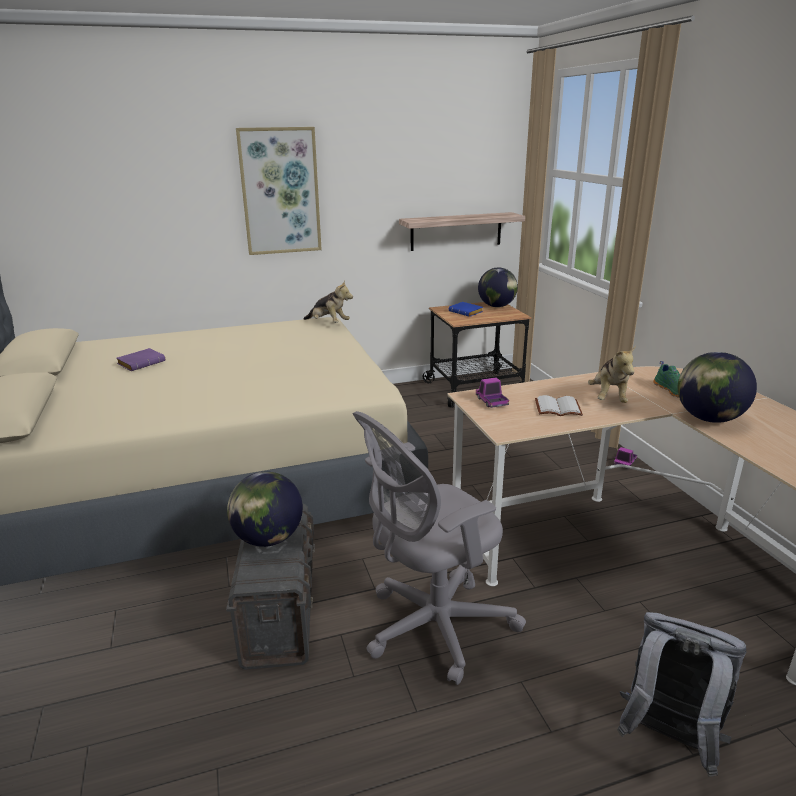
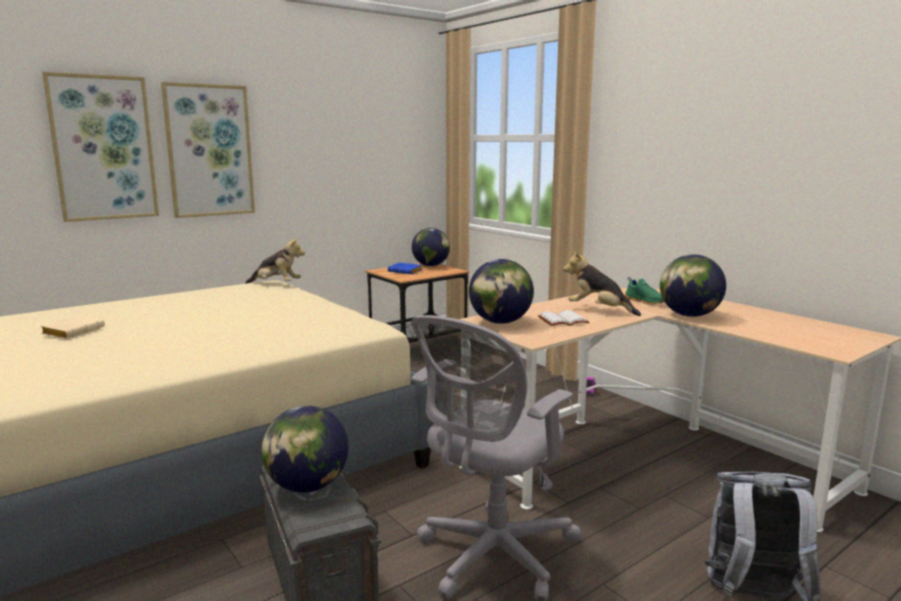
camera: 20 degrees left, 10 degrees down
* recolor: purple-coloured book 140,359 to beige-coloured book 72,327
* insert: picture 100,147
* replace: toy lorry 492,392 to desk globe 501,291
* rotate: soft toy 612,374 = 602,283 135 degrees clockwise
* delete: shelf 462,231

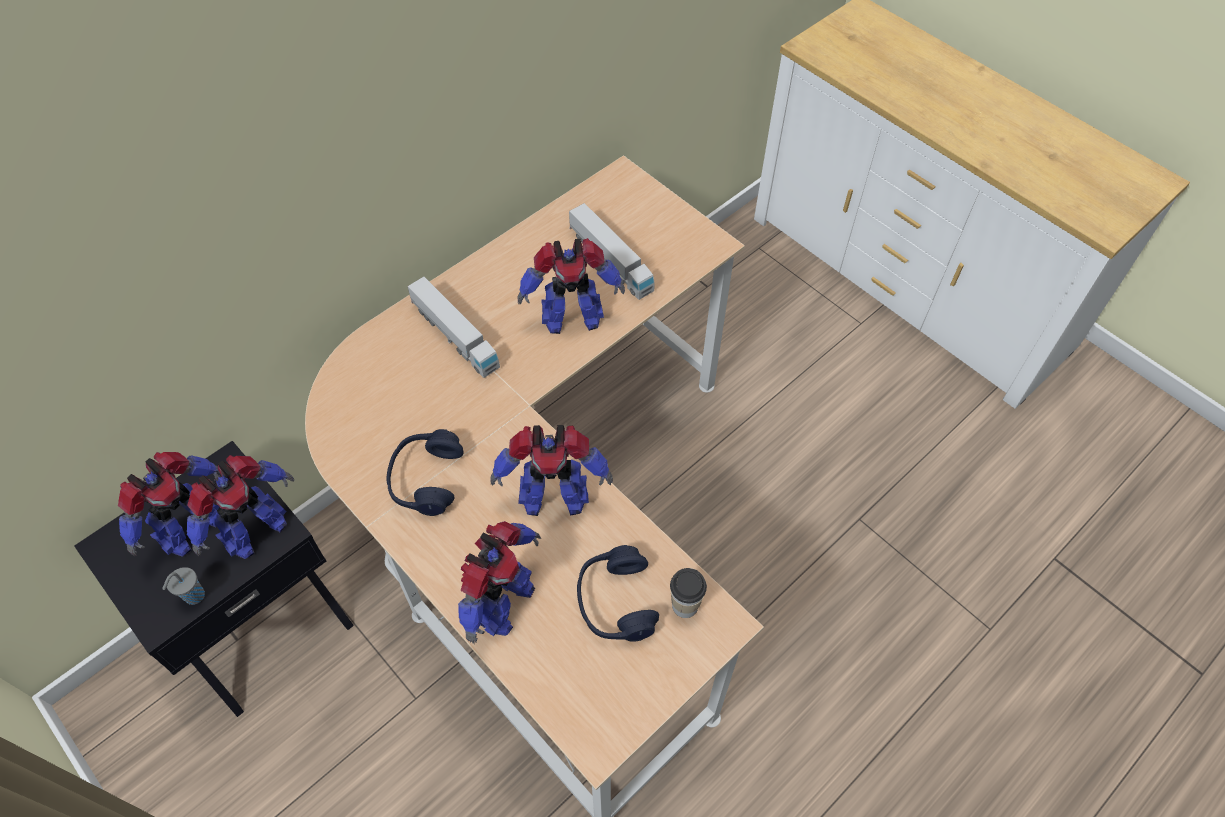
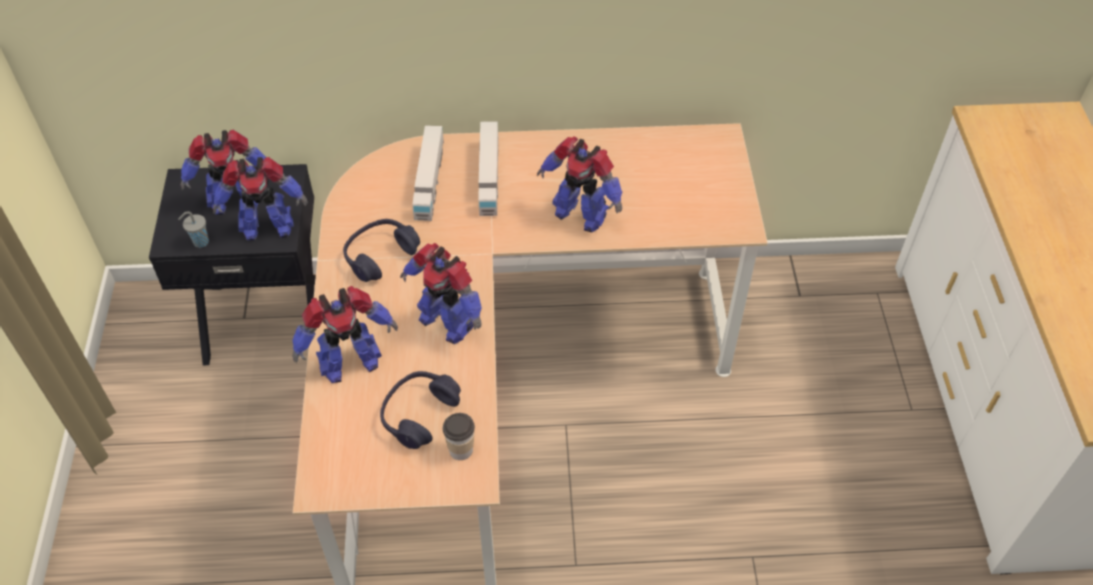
camera: 40 degrees right, 5 degrees down
* move: toy lorry 611,251 to 428,173

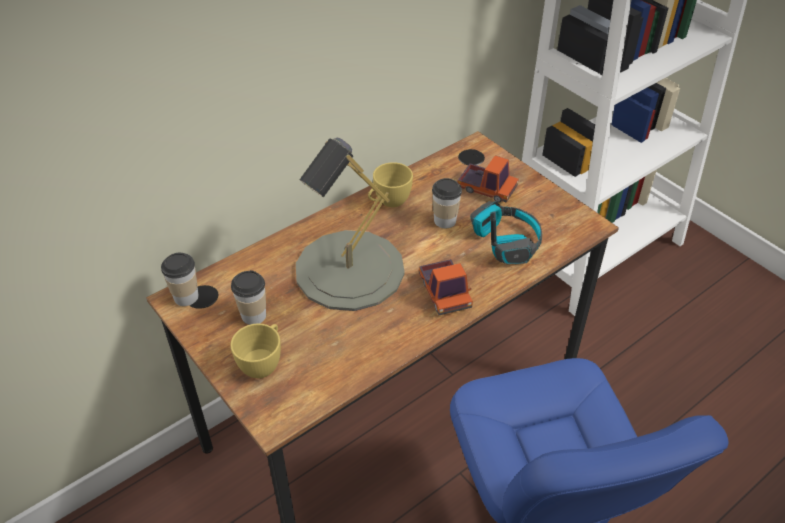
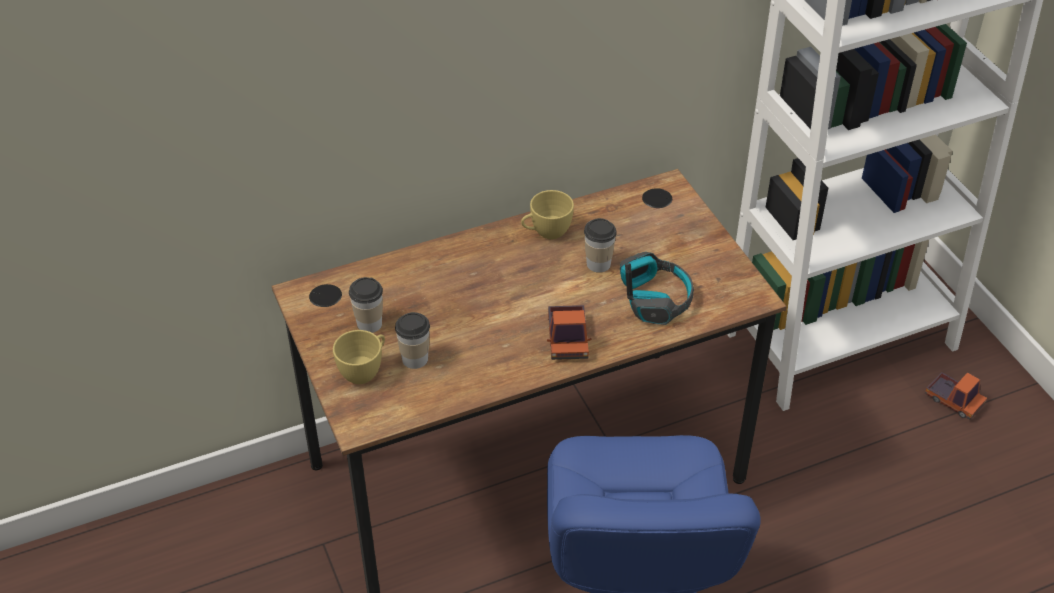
camera: 15 degrees right, 0 degrees up
* move: drinking cup 180,279 to 412,340
* move: toy lorry 488,179 to 956,396
* delete: gray table lamp 350,224

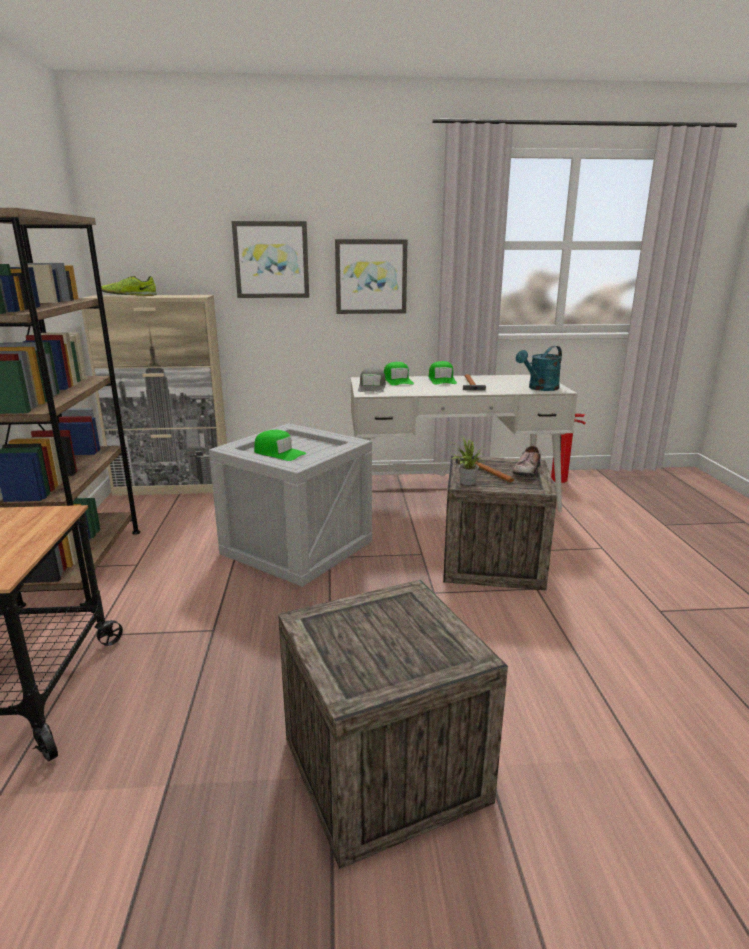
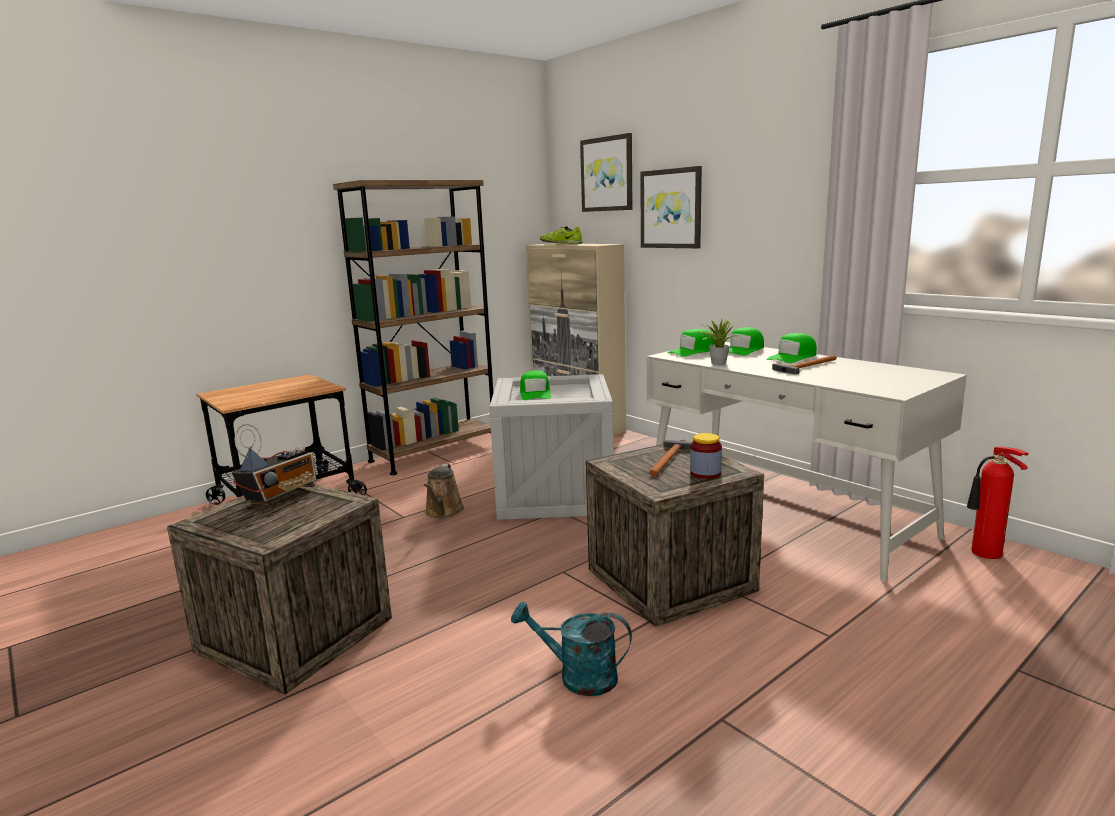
camera: 55 degrees right, 5 degrees down
* insert: radio receiver 274,465
* insert: brown watering pot 444,491
* move: blue-green watering pot 539,368 to 571,649
* move: picture 371,276 to 606,172
* recolor: gray peaked cap 372,380 to greenish peaked cap 691,343
* replace: low shoe 526,462 to preserve jar 706,456
* move: houseplant 468,461 to 716,342

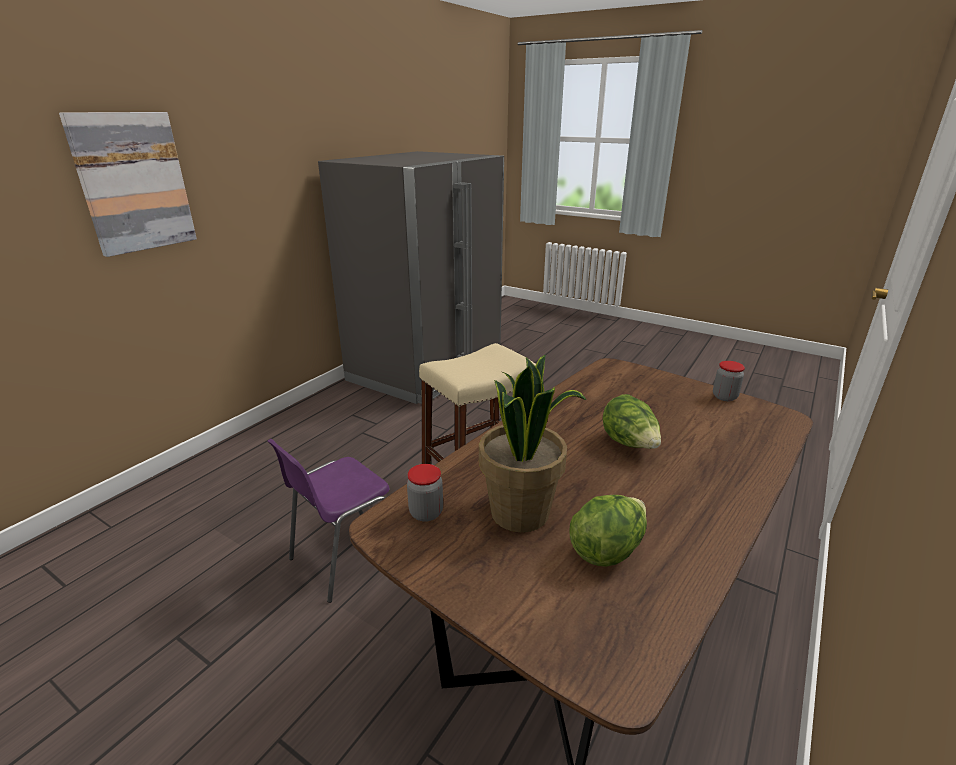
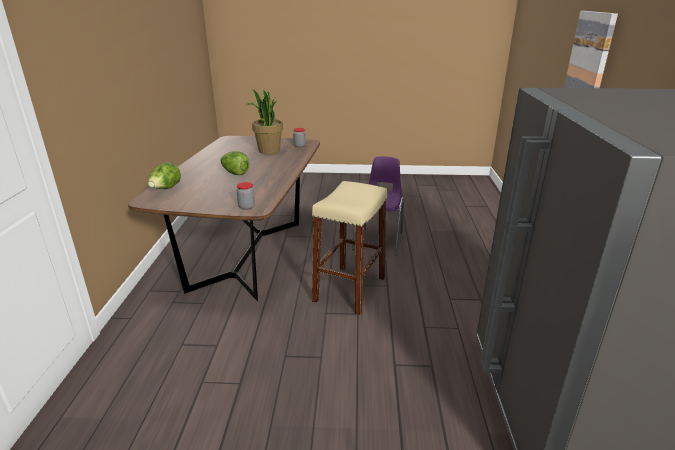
camera: 150 degrees right, 0 degrees up
* move: head of lettuce 608,531 to 164,175
* move: preserve jar 729,381 to 246,196

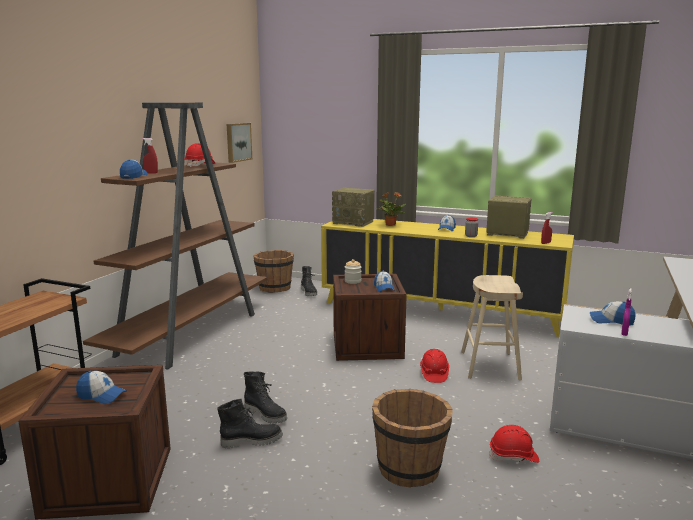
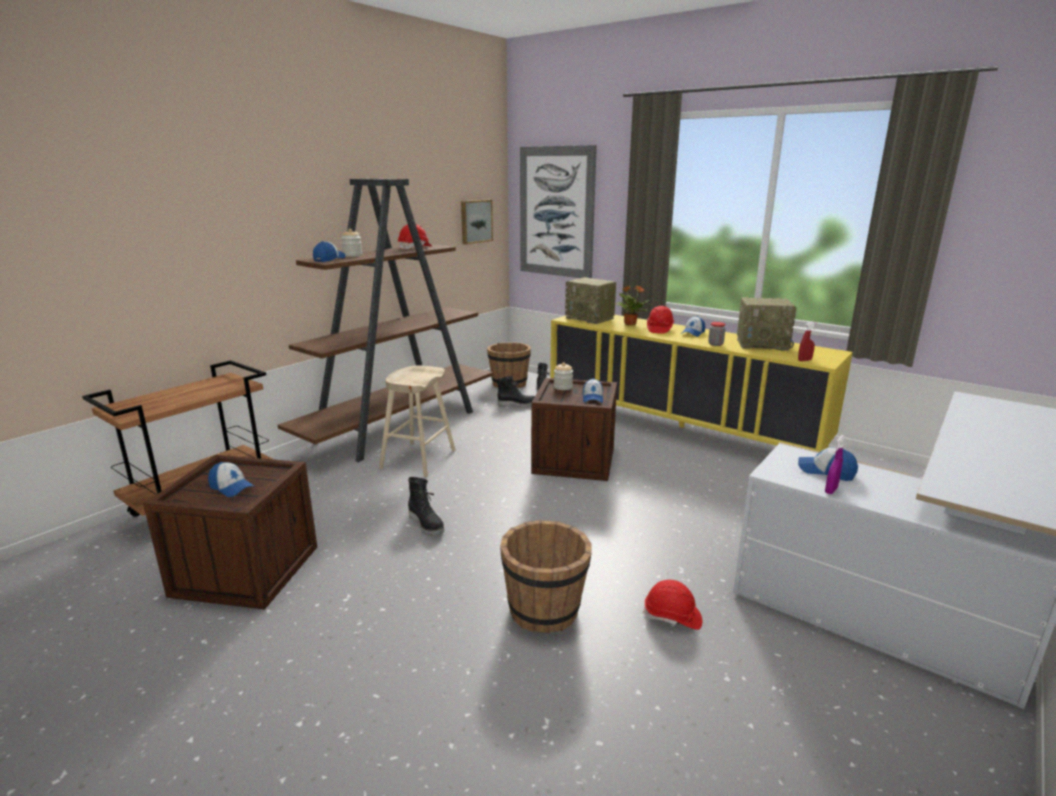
camera: 15 degrees right, 5 degrees up
* replace: red sprayer 150,155 to preserve jar 351,243
* move: beige-coloured stool 492,328 to 417,421
* move: blackish high-top boot 250,423 to 516,392
* insert: picture 558,211
* move: red work helmet 434,366 to 660,320
* rotate: radio receiver 509,217 = 766,324 150 degrees clockwise

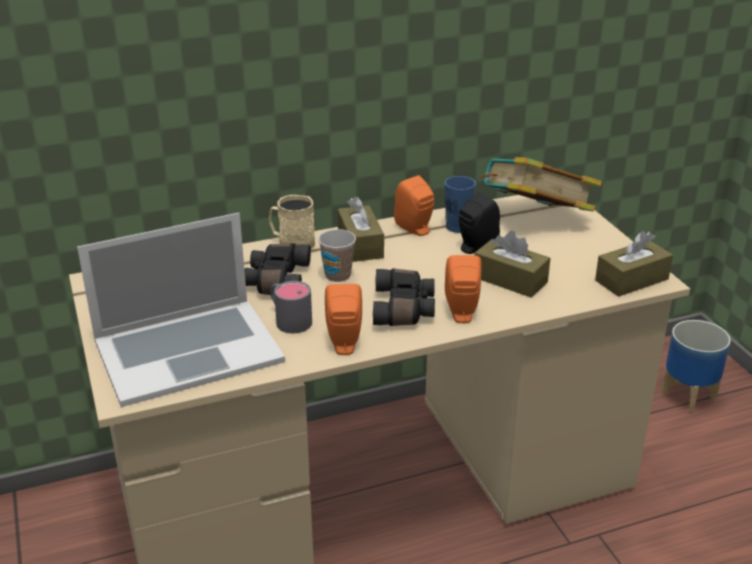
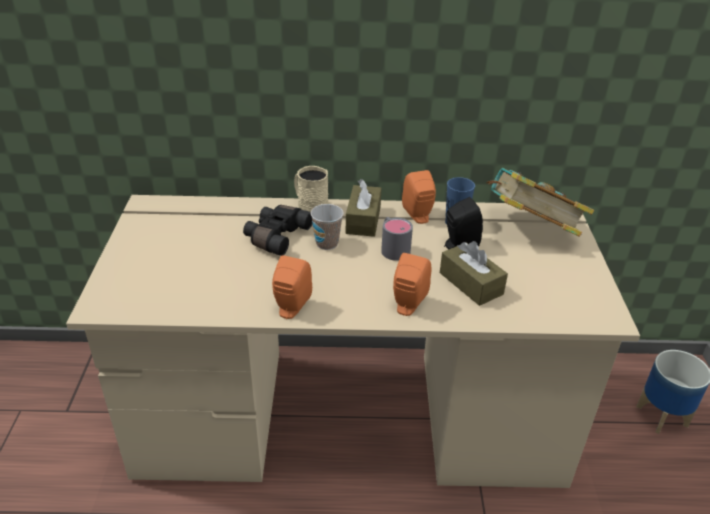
camera: 20 degrees right, 5 degrees up
* move: gray mug 291,307 to 397,239
* delete: portable computer 181,310
* delete: blackish field glasses 404,297
* delete: brown tissue box 634,264

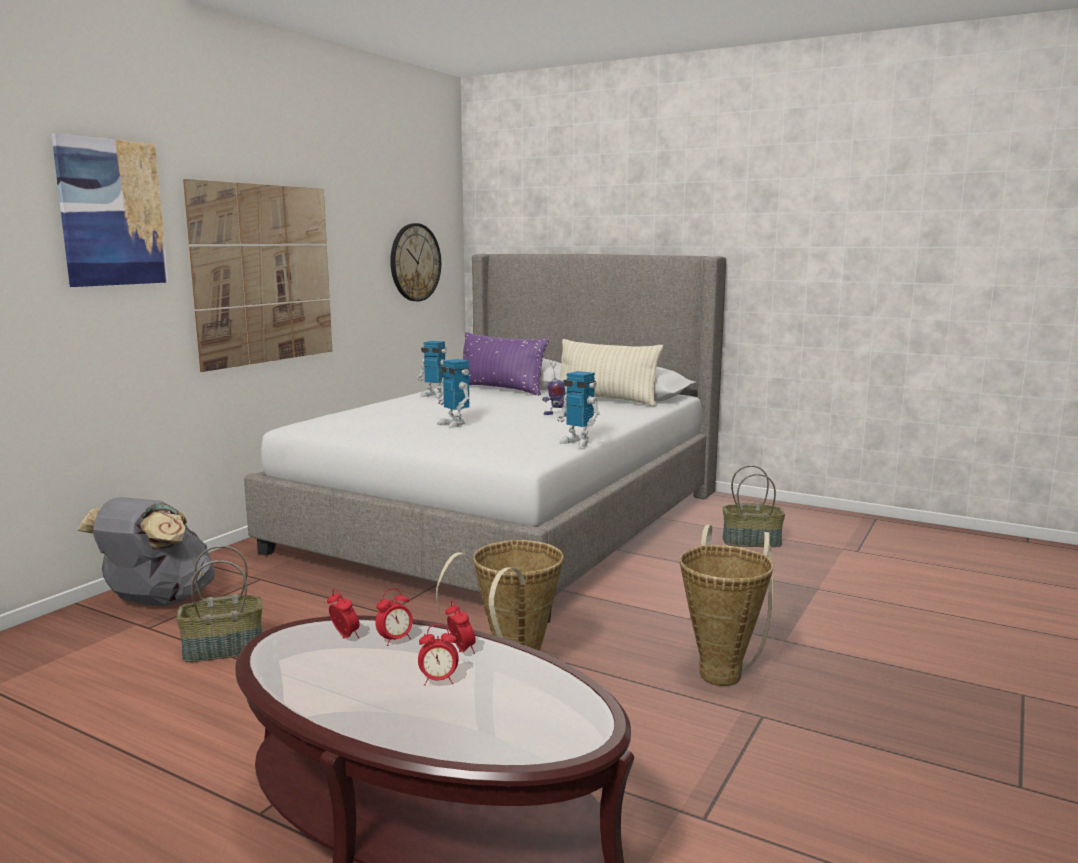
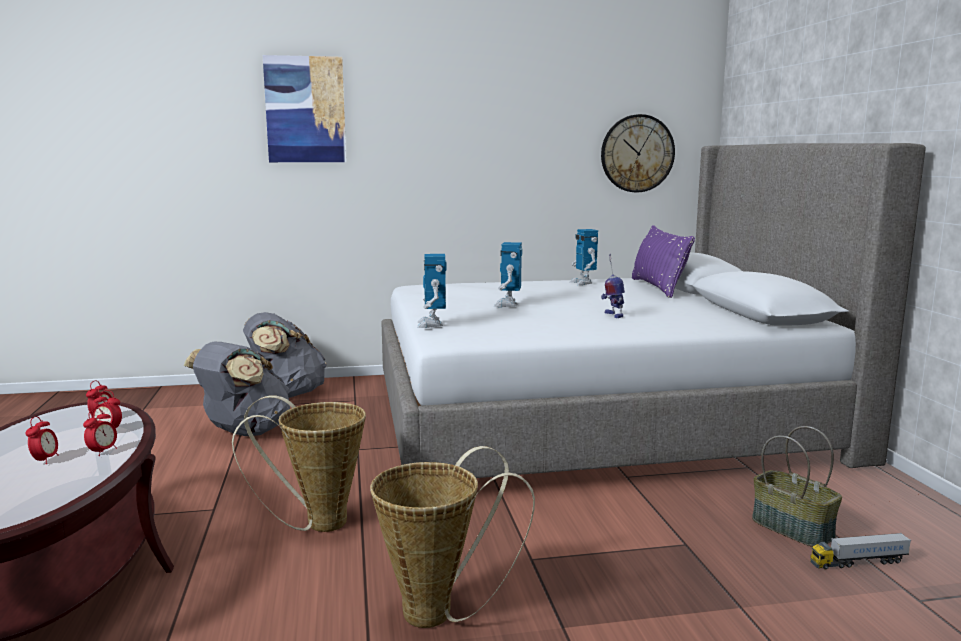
camera: 50 degrees right, 0 degrees up
* rotate: table clock 438,655 = 42,440 135 degrees counterclockwise
* replace: household basket 219,604 to gray knapsack 236,389
* move: toy robot 578,409 to 432,291
* insert: toy lorry 860,551
* delete: picture 257,275
* delete: beige-coloured cushion 611,372

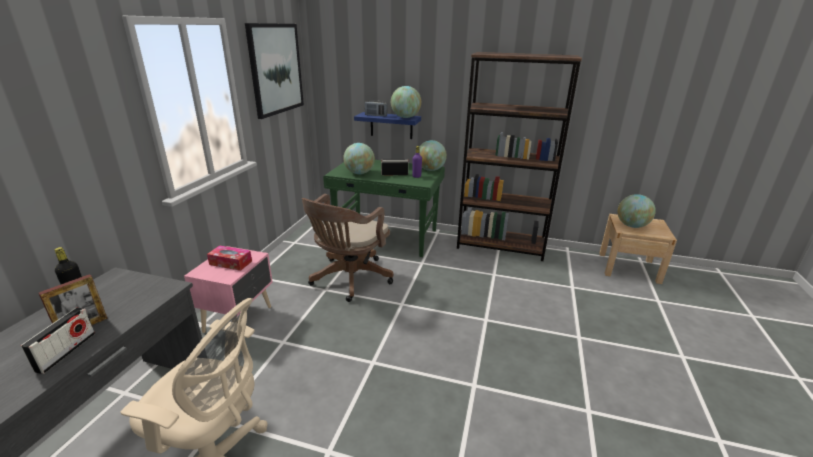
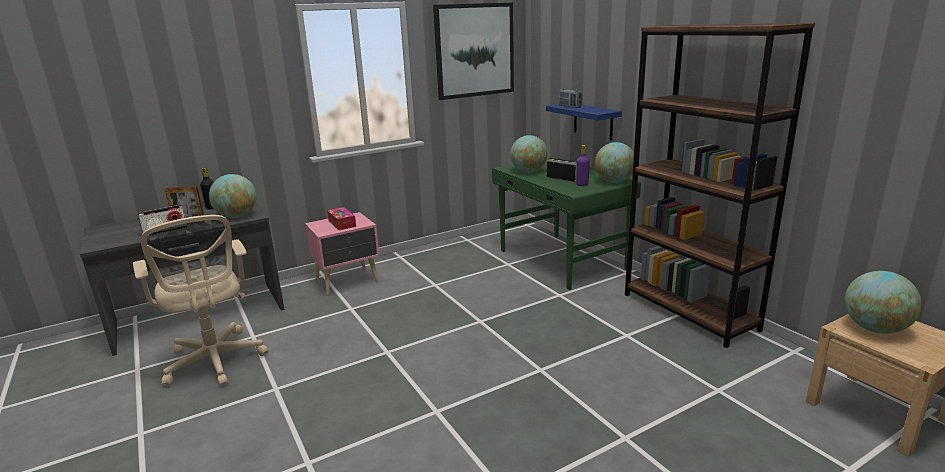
camera: 45 degrees right, 5 degrees down
* move: desk globe 406,102 to 233,196
* delete: brown desk chair 348,248

